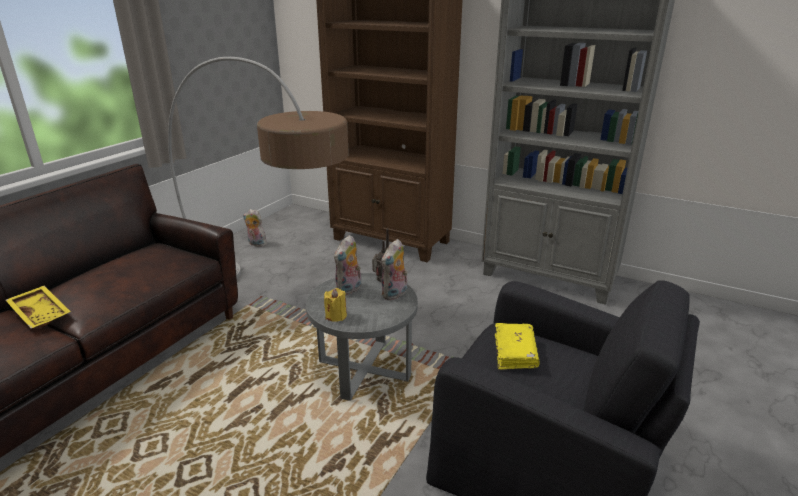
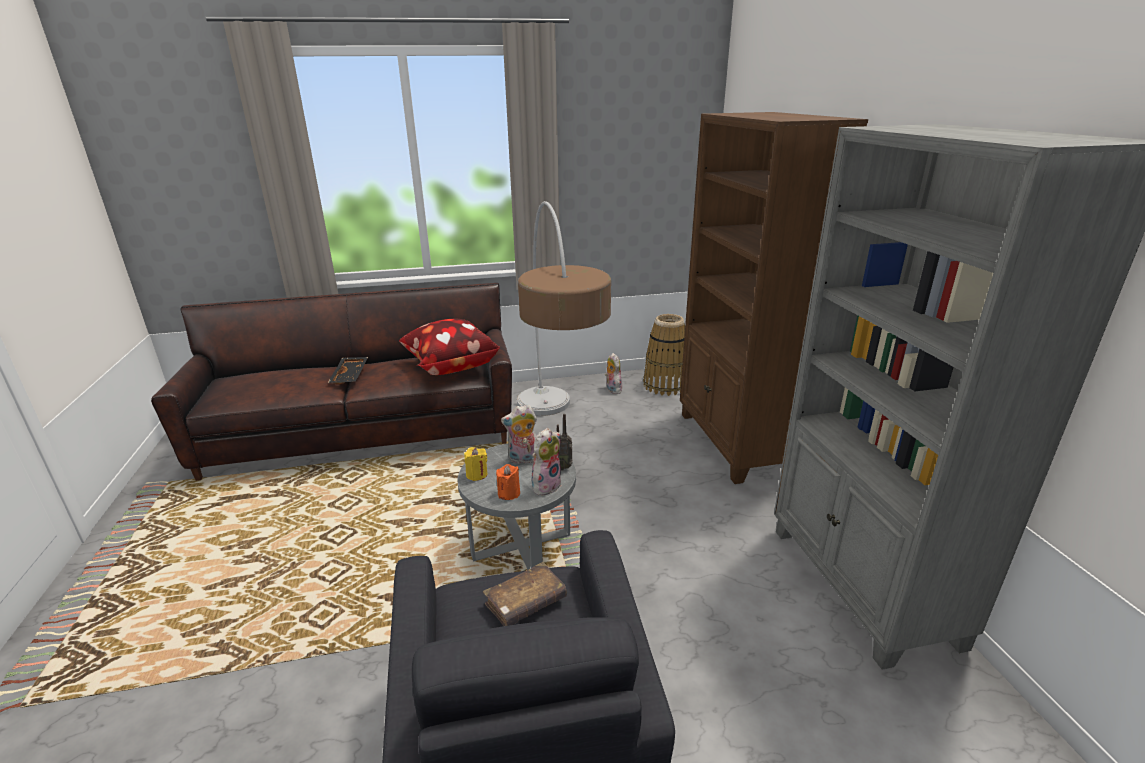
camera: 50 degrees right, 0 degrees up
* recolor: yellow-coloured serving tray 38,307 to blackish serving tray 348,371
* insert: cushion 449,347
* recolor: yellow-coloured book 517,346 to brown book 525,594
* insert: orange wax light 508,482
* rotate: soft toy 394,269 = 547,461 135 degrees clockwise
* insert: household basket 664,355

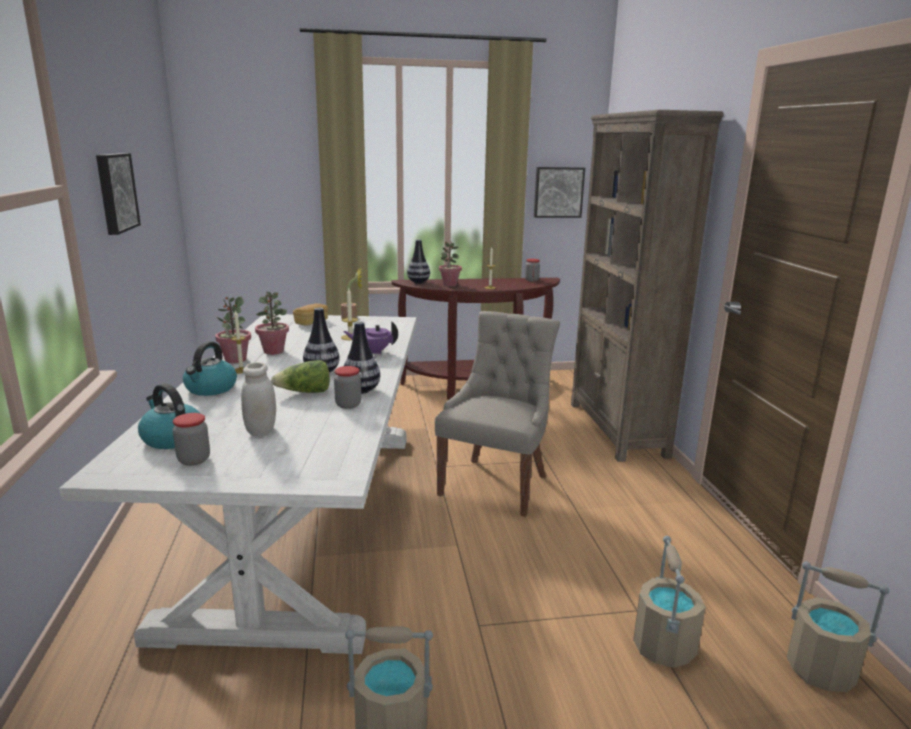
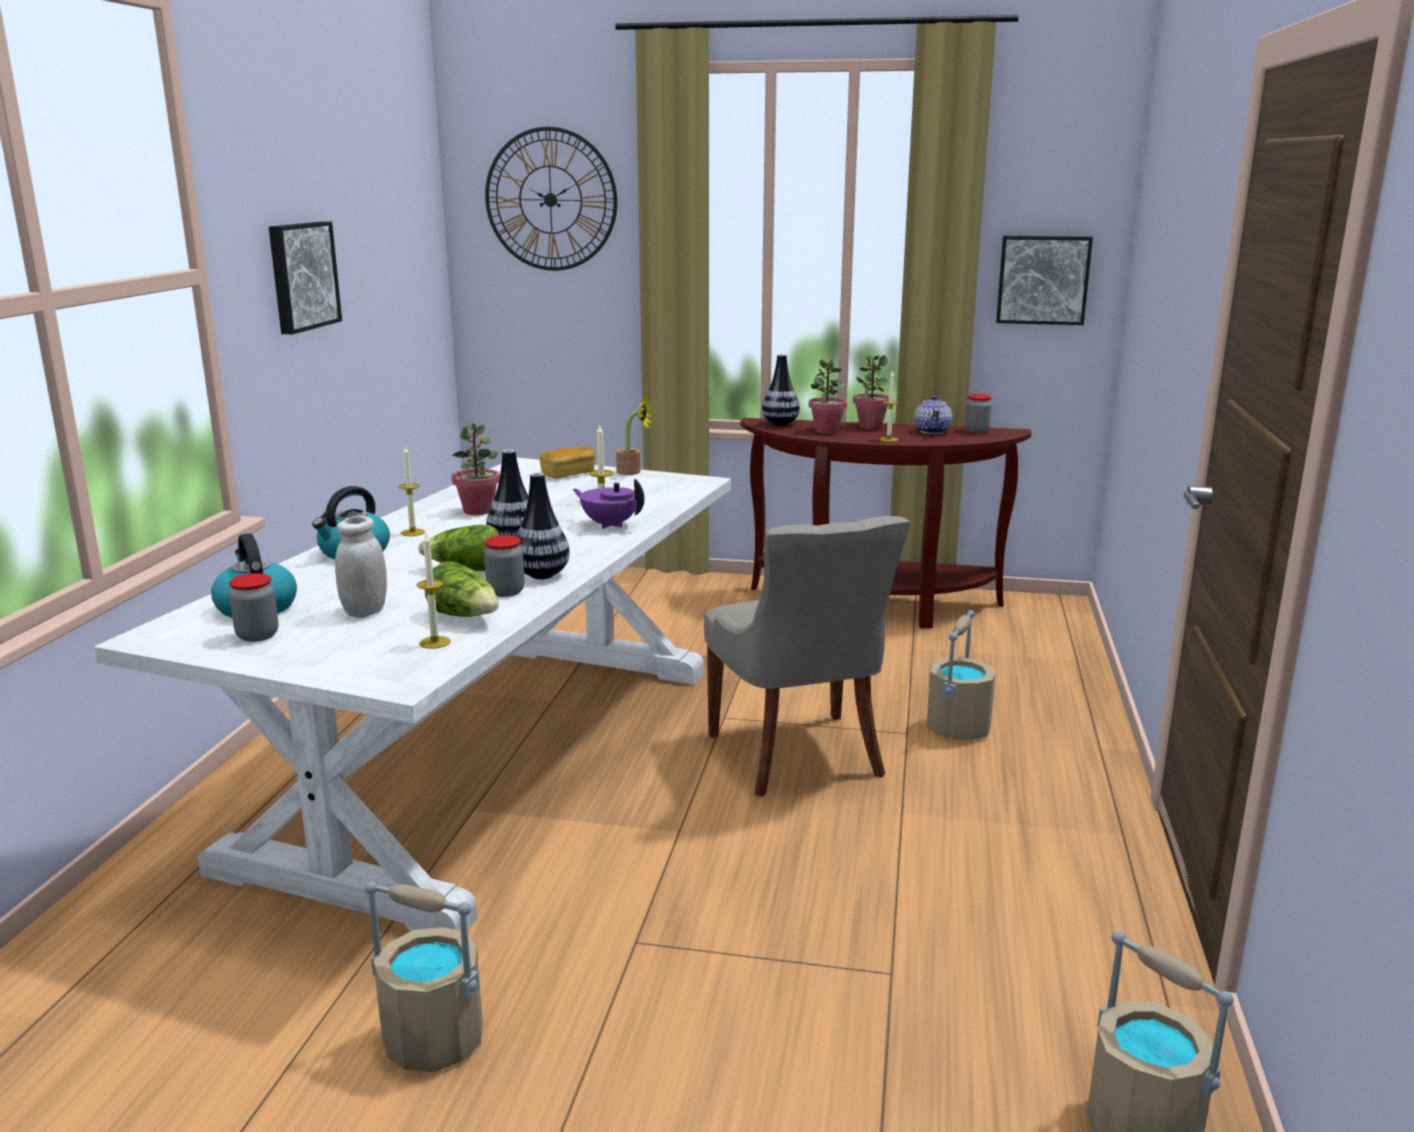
camera: 20 degrees right, 0 degrees up
* insert: wax light 434,591
* insert: head of lettuce 462,589
* insert: hanging clock 551,199
* rotate: gray upright chair 497,414 = 807,656 120 degrees clockwise
* move: houseplant 233,330 to 871,392
* insert: pot for tea 933,414
* move: beige-coloured water bucket 669,602 to 960,675
* delete: brown bookcase 647,286

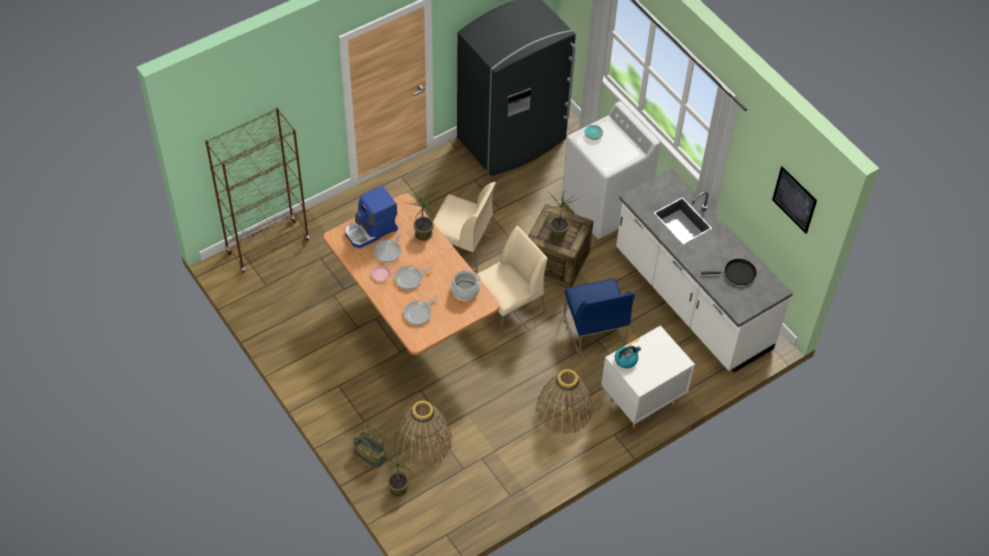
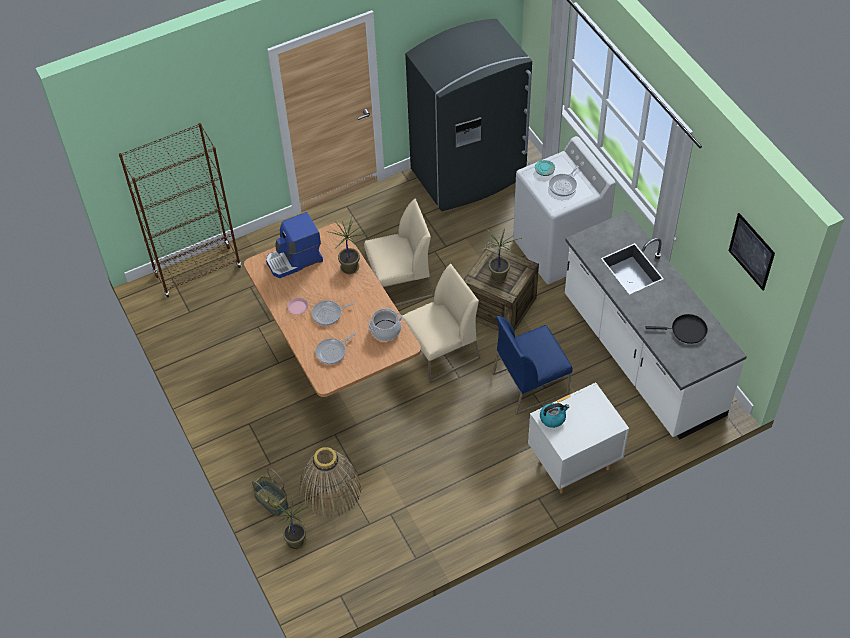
camera: 10 degrees right, 0 degrees up
* rotate: beige-coloured upright chair 464,227 = 399,252 45 degrees counterclockwise
* rotate: bluish upright chair 599,318 = 532,365 75 degrees clockwise
* move: frying pan 388,247 to 564,181
* delete: household basket 564,401

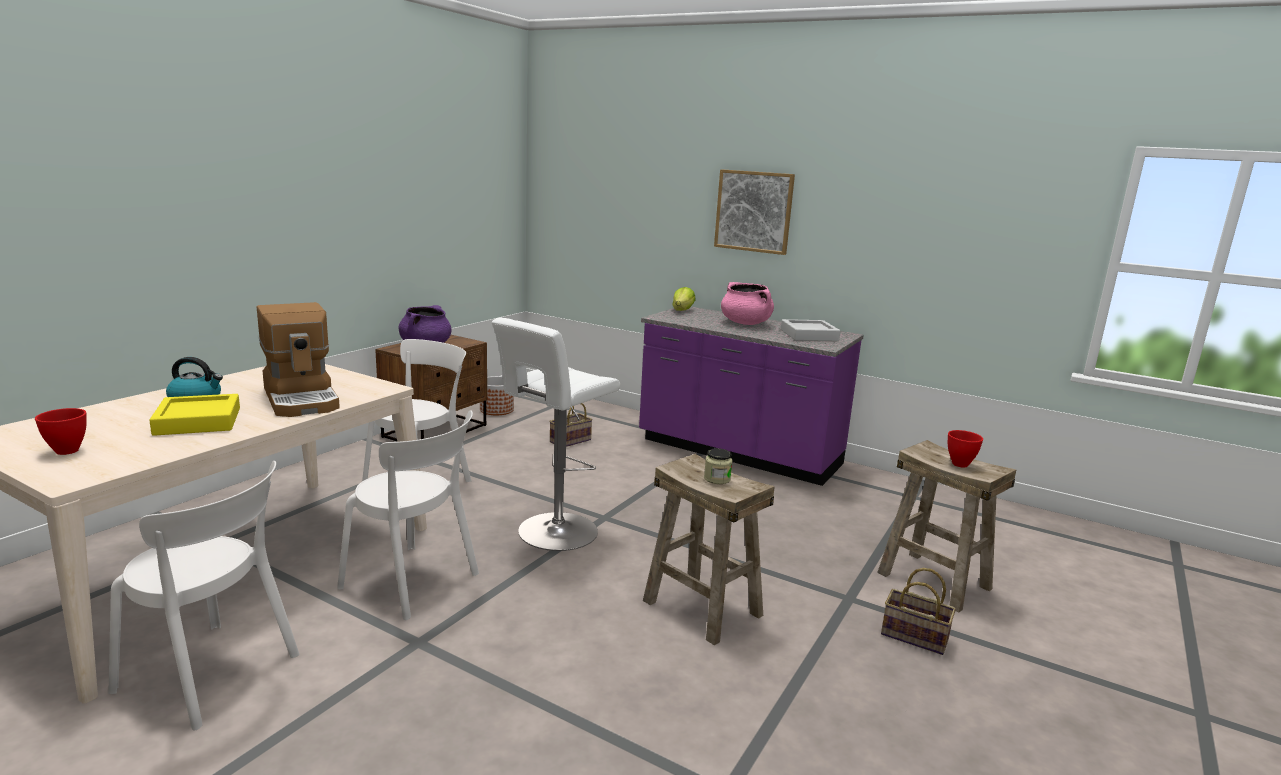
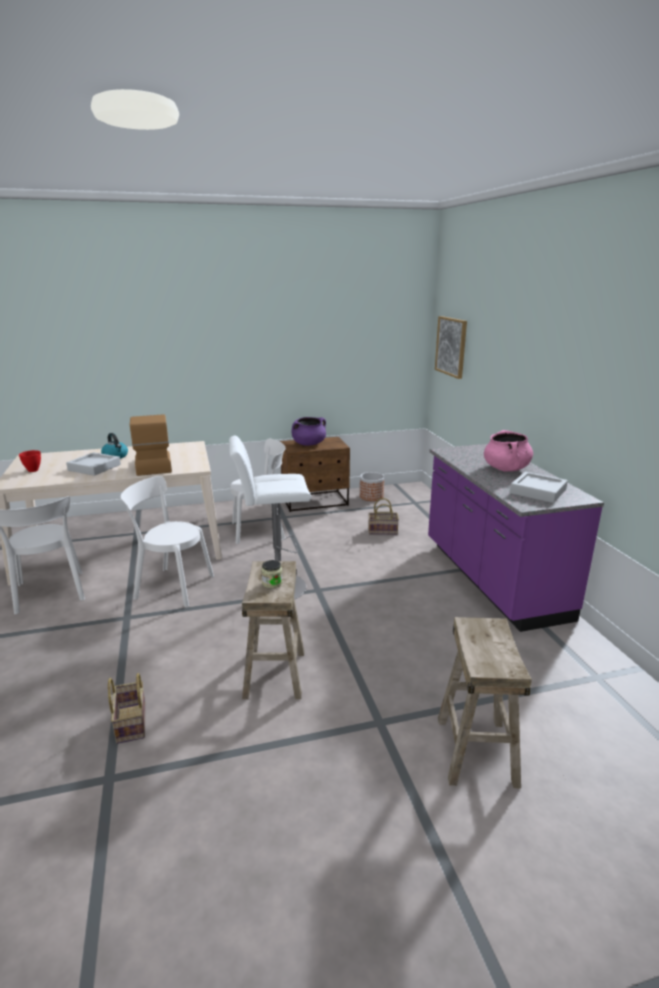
camera: 45 degrees right, 5 degrees up
* recolor: yellow-coloured serving tray 194,415 to gray serving tray 93,464
* move: household basket 918,611 to 127,708
* rotate: whitish upright chair 408,515 = 167,541 120 degrees clockwise
* rotate: coffee brewer 298,359 = 151,445 150 degrees clockwise
* move: picture 754,212 to 451,347
* delete: head of lettuce 684,299
* delete: red deep dish 965,449

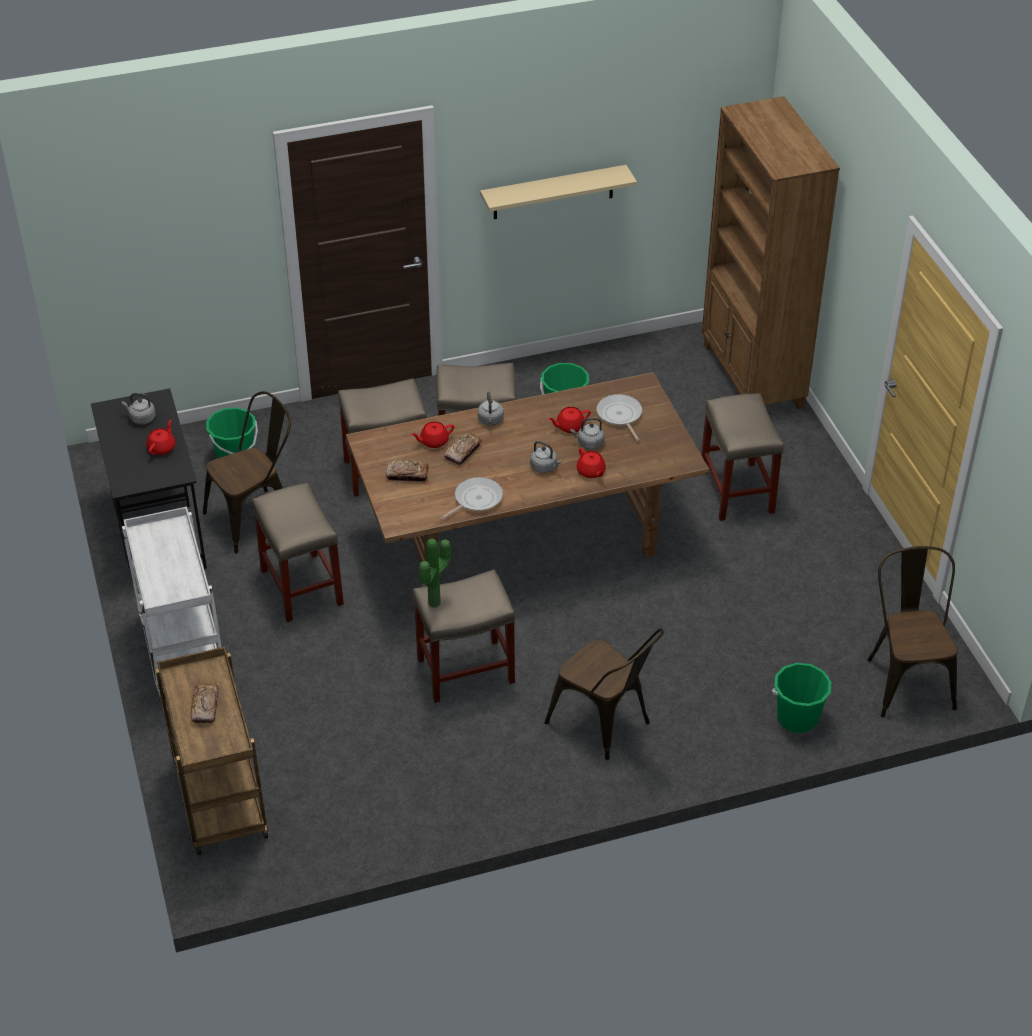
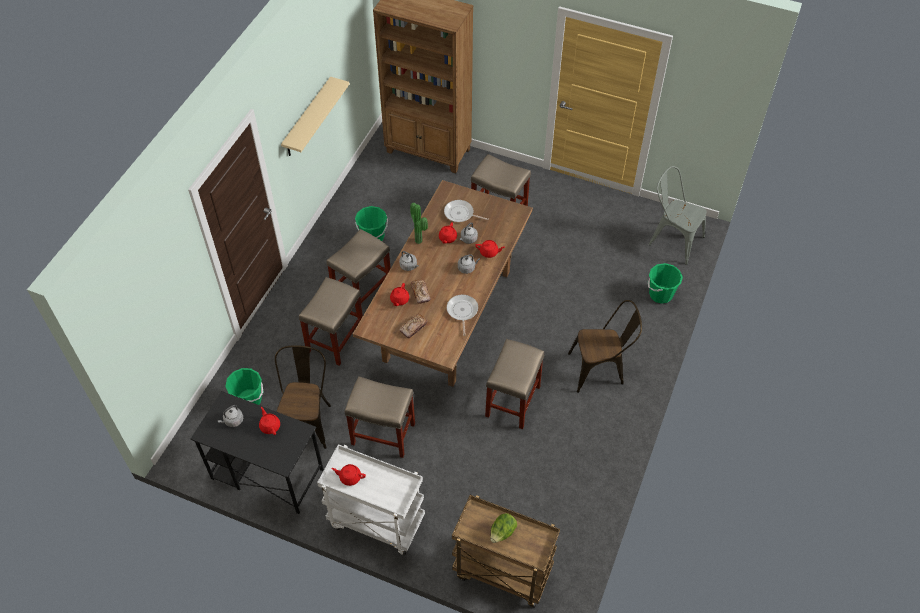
camera: 50 degrees left, 10 degrees up
* insert: red pot for tea 348,475
* move: houseplant 435,573 to 419,223
* replace: baked bread 205,703 to head of lettuce 503,528
* recolor: brown upright chair 912,632 to gray upright chair 677,215

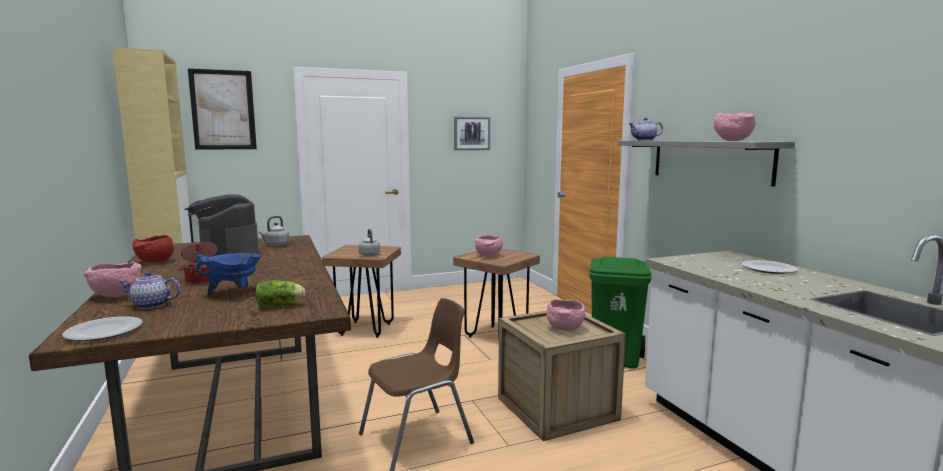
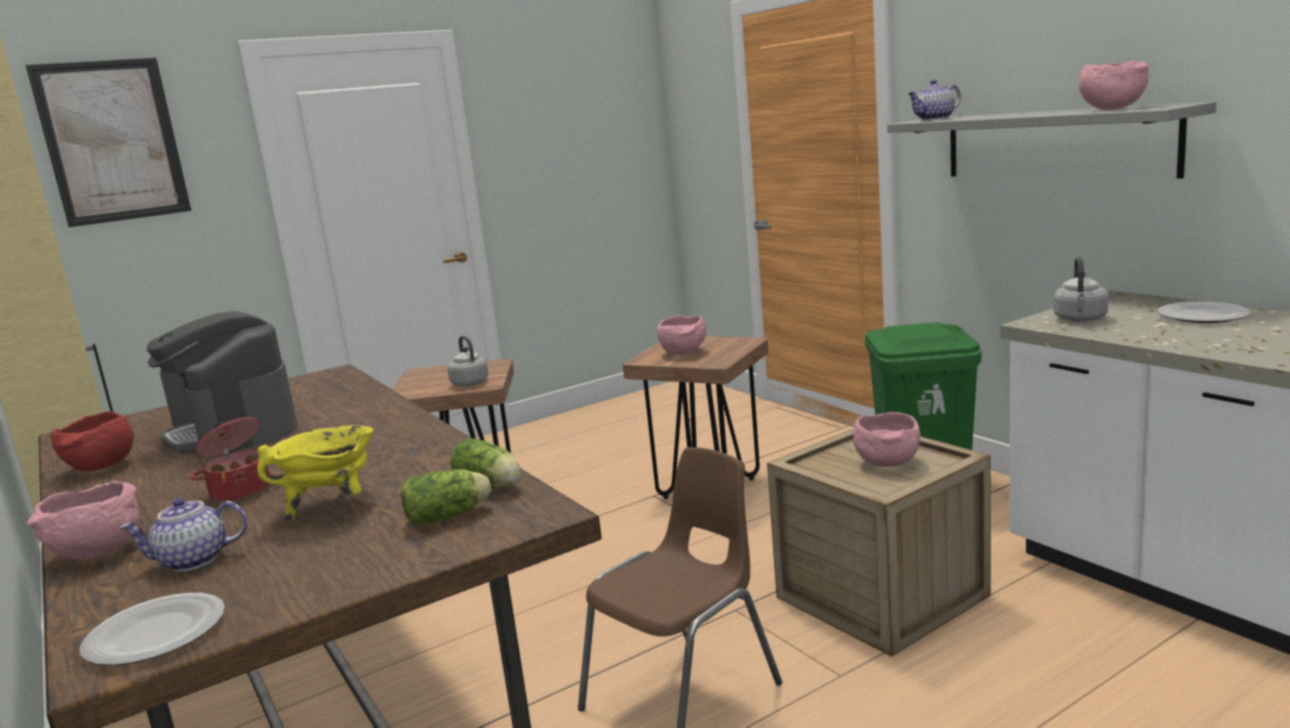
camera: 10 degrees left, 5 degrees up
* recolor: bluish saucepot 228,274 to yellow-coloured saucepot 315,473
* insert: head of lettuce 485,463
* move: gray kettle 274,231 to 1081,289
* delete: picture 472,133

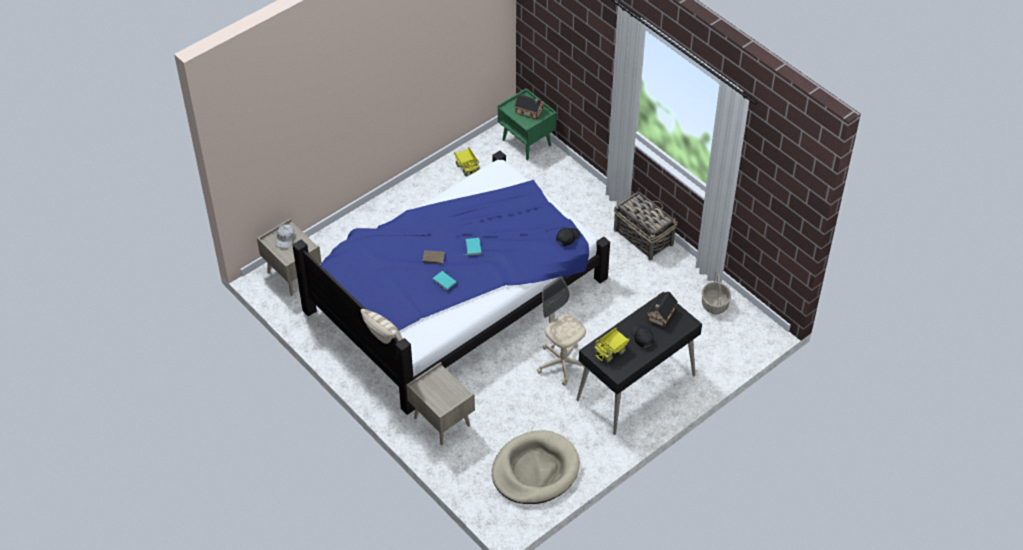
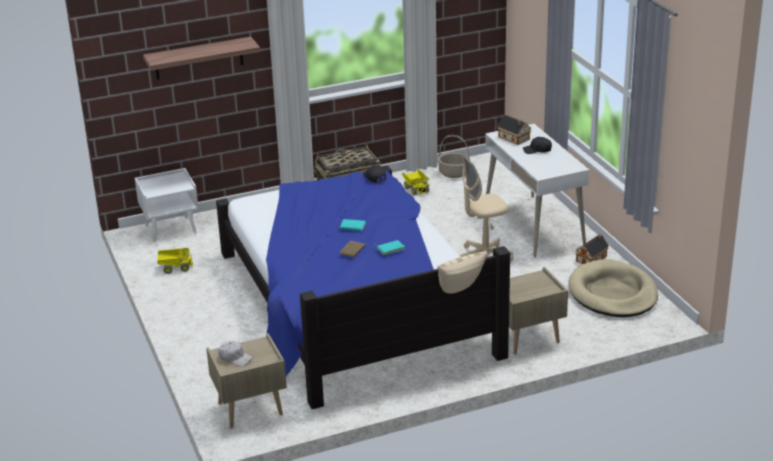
camera: 70 degrees left, 20 degrees down
* recolor: greenish nightstand 527,124 to whitish nightstand 167,205
* insert: shelf 201,58
* move: toy lorry 612,345 to 416,182
* recolor: blackish desk 639,363 to whitish desk 537,191
* move: toy house 530,106 to 592,249

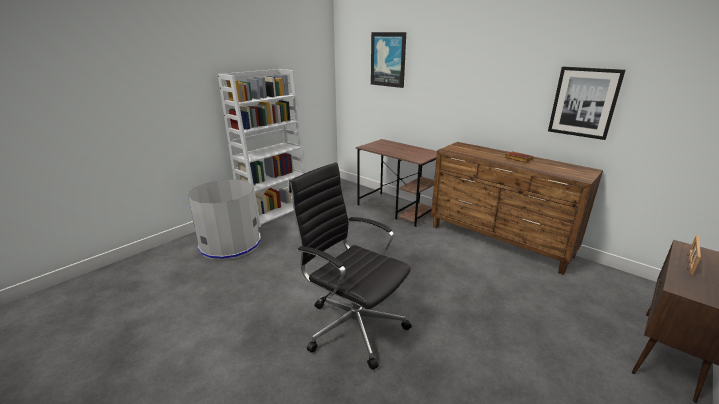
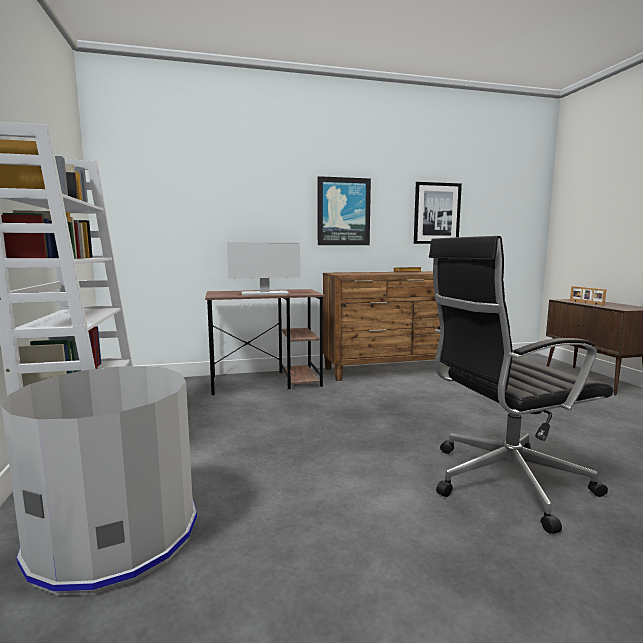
camera: 55 degrees left, 15 degrees down
* insert: computer display 264,269
* move: picture 388,60 to 344,210

